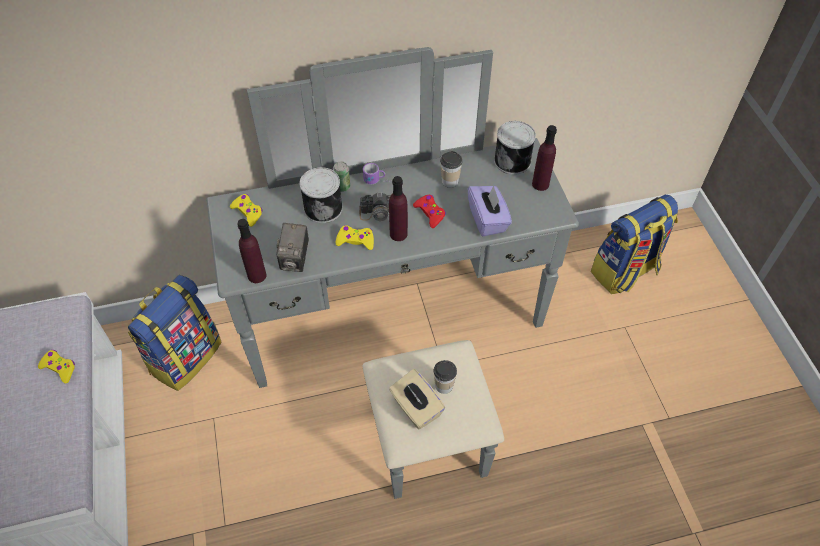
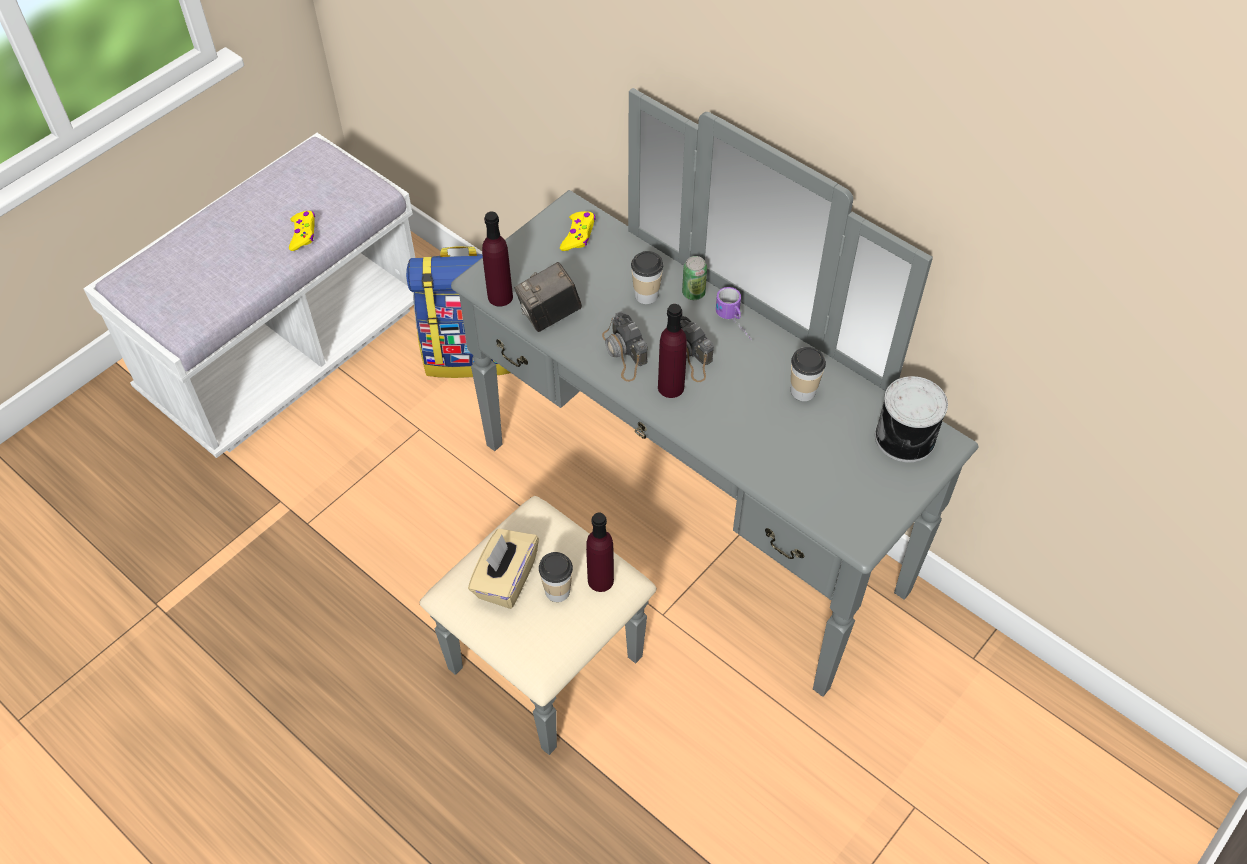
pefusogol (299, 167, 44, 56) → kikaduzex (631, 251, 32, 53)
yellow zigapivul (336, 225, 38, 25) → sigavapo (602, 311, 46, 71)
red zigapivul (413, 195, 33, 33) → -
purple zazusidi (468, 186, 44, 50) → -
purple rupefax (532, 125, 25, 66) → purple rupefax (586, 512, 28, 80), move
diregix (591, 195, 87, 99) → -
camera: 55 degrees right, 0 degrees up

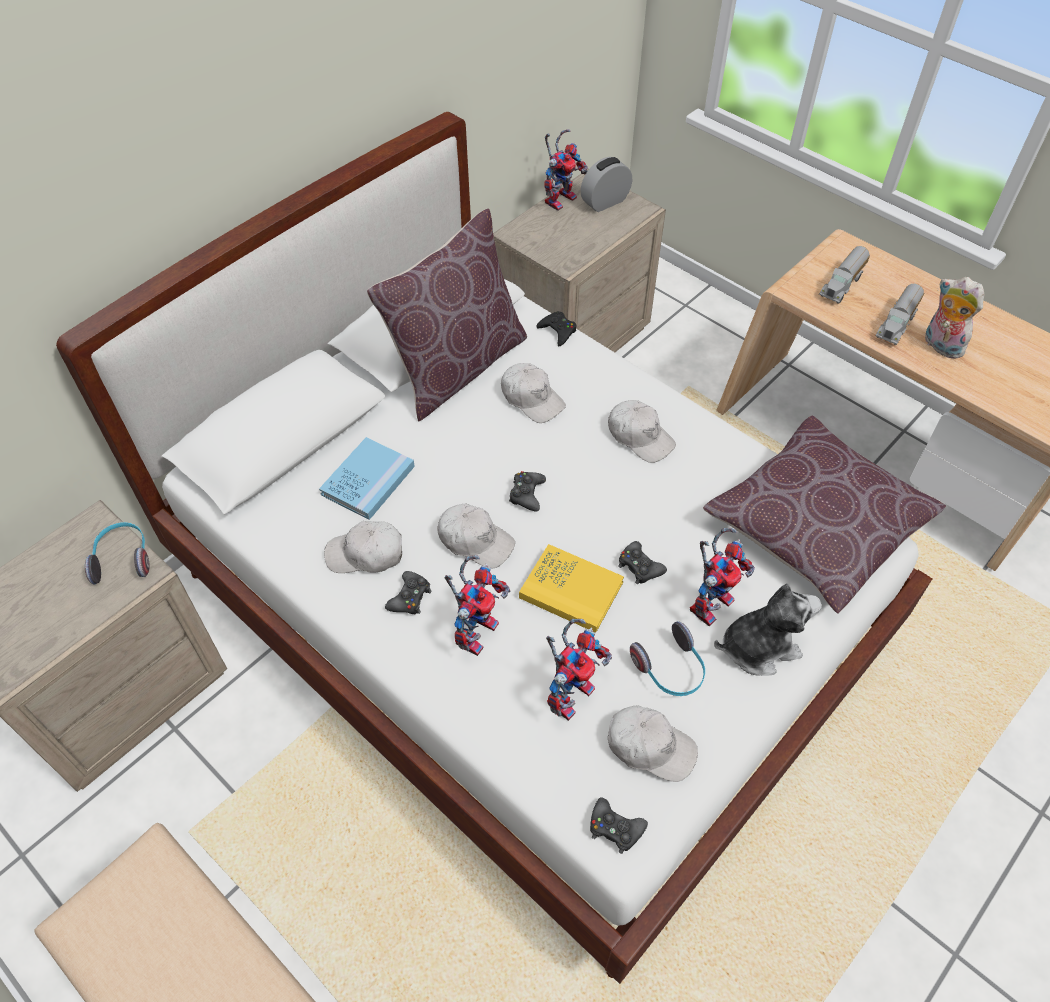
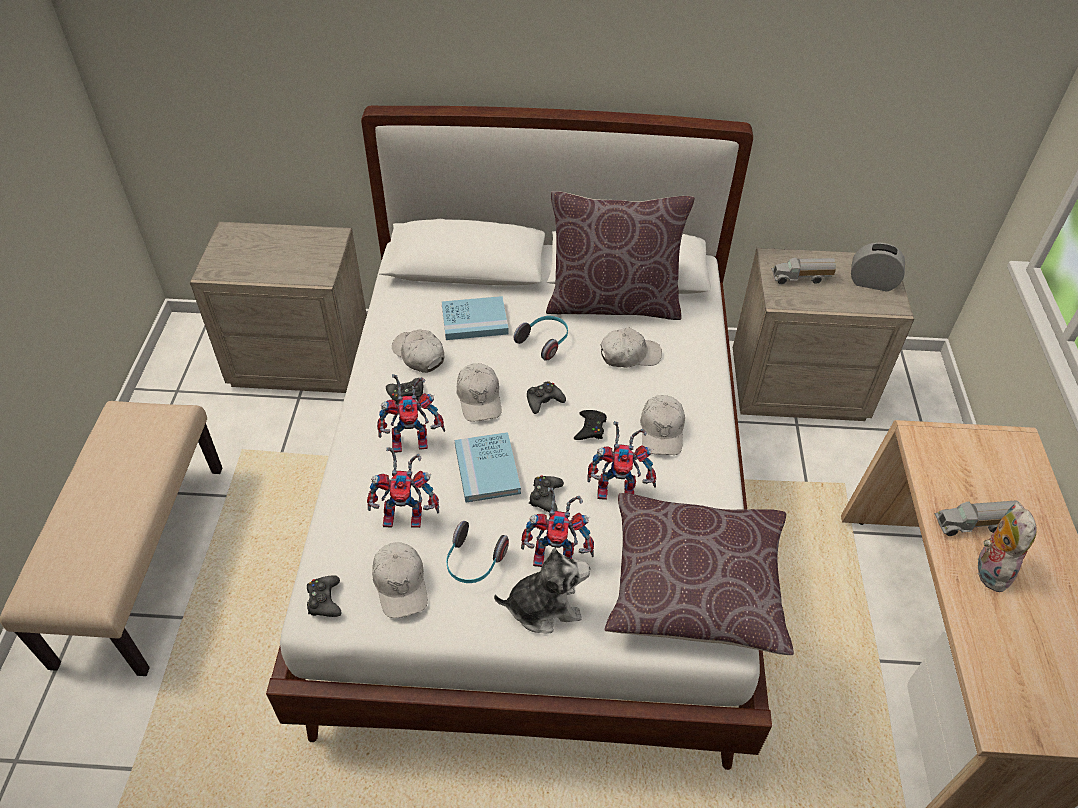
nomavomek (85, 522, 65, 62) → nomavomek (514, 316, 54, 45), move
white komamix (501, 363, 65, 60) → white komamix (601, 328, 61, 40), 105 degrees counterclockwise
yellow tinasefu (519, 544, 105, 89) → blue tinasefu (455, 432, 66, 71)
black zigapivul (536, 311, 40, 36) → black zigapivul (574, 410, 33, 30), move
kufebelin (544, 129, 44, 82) → kufebelin (587, 421, 69, 79), move
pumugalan (714, 584, 108, 92) → pumugalan (494, 548, 96, 85), 45 degrees counterclockwise
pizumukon (819, 246, 51, 58) → pizumukon (772, 258, 64, 26), move
camera: 50 degrees right, 5 degrees down

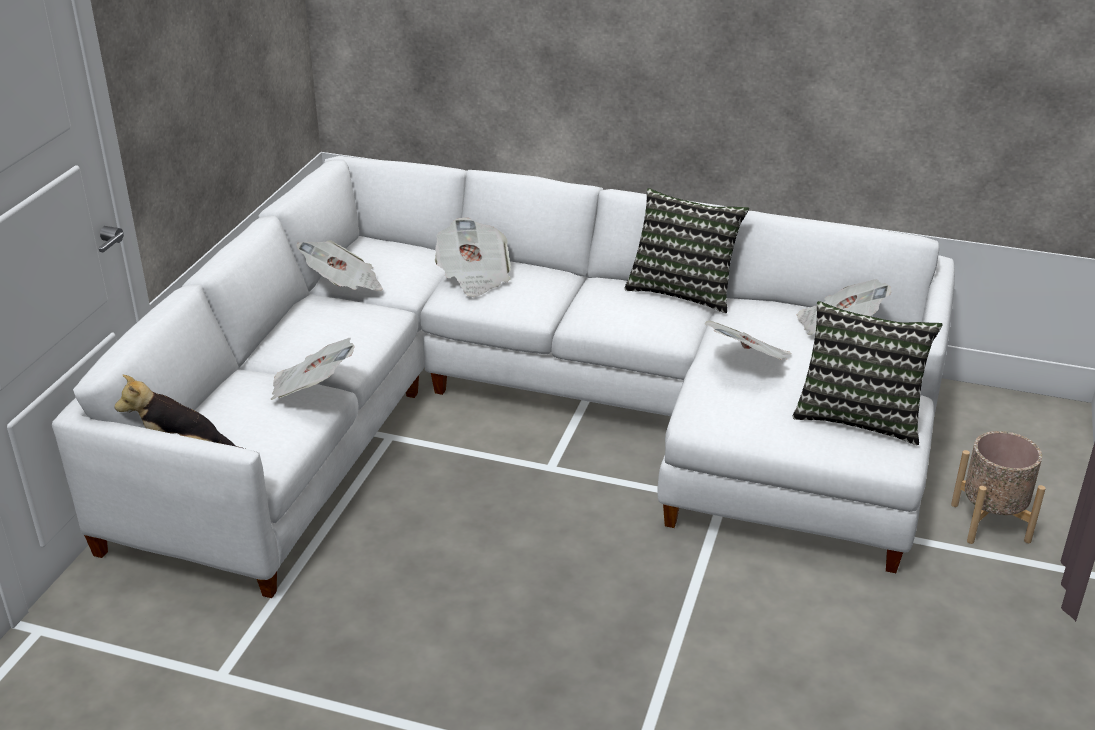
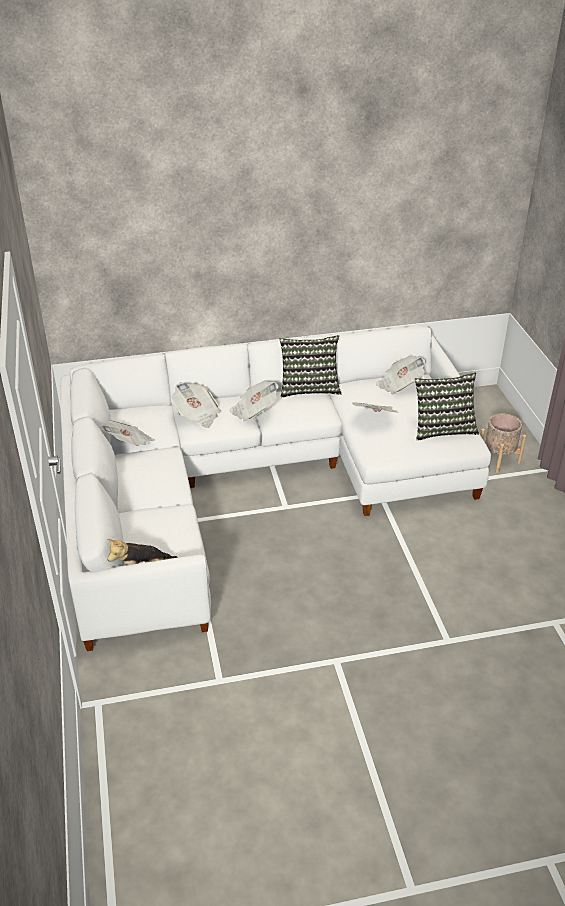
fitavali (271, 338, 84, 62) → fitavali (230, 380, 49, 42), move
camera: 30 degrees left, 5 degrees up

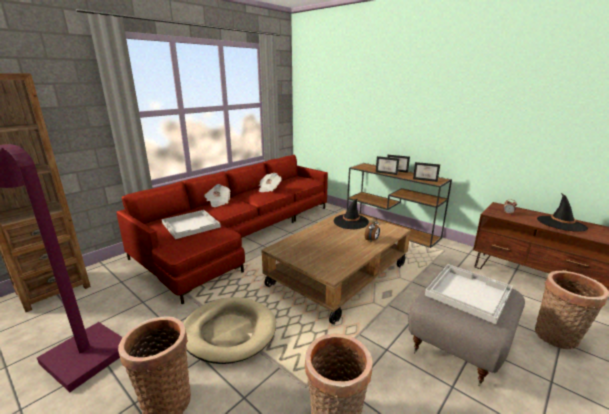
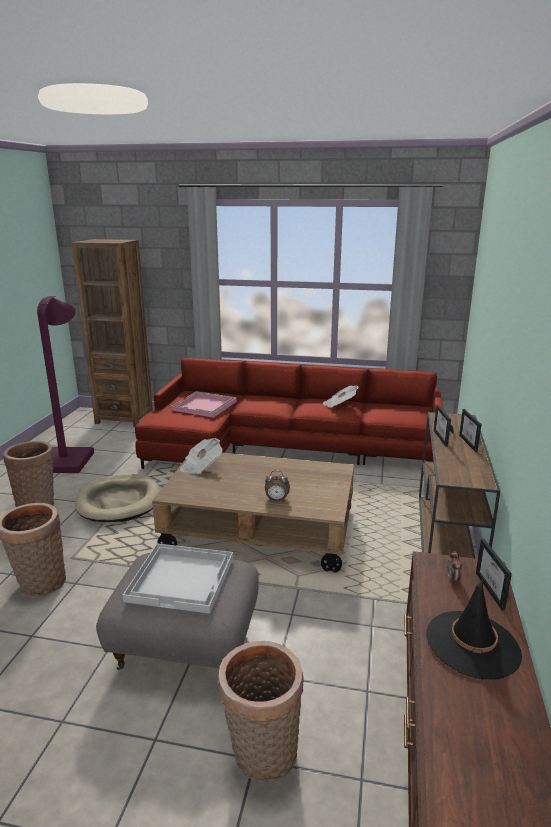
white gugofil (162, 210, 59, 29) → pink gugofil (171, 391, 66, 27)
fitavali (204, 184, 26, 23) → fitavali (180, 438, 43, 36), move
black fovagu (333, 199, 36, 30) → -
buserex (413, 162, 27, 20) → buserex (476, 539, 36, 71), move
camera: 60 degrees right, 0 degrees up

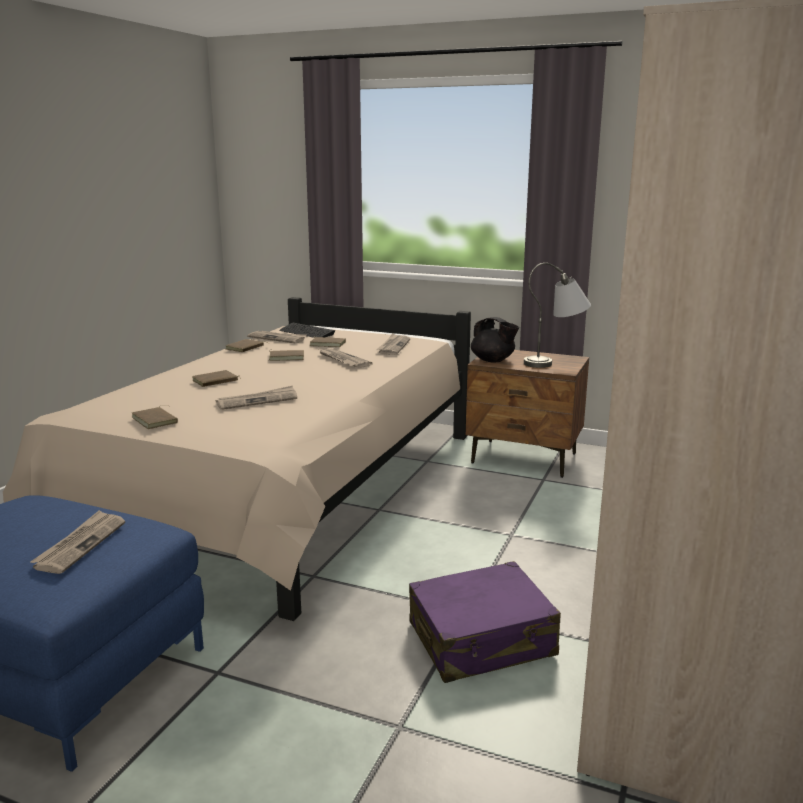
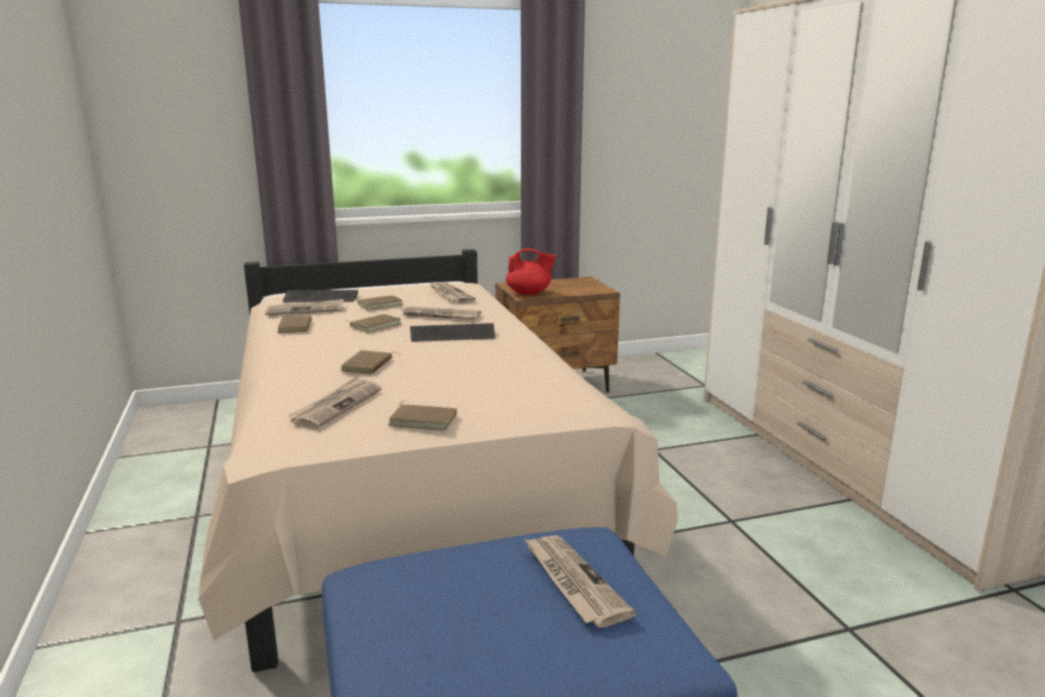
fitavali (216, 386, 81, 24) → fitavali (288, 376, 93, 53), move
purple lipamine (409, 561, 152, 122) → -
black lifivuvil (471, 317, 48, 45) → red lifivuvil (506, 248, 50, 47)
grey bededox (524, 263, 67, 105) → -
- → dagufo (410, 323, 85, 19)
camera: 40 degrees left, 0 degrees up

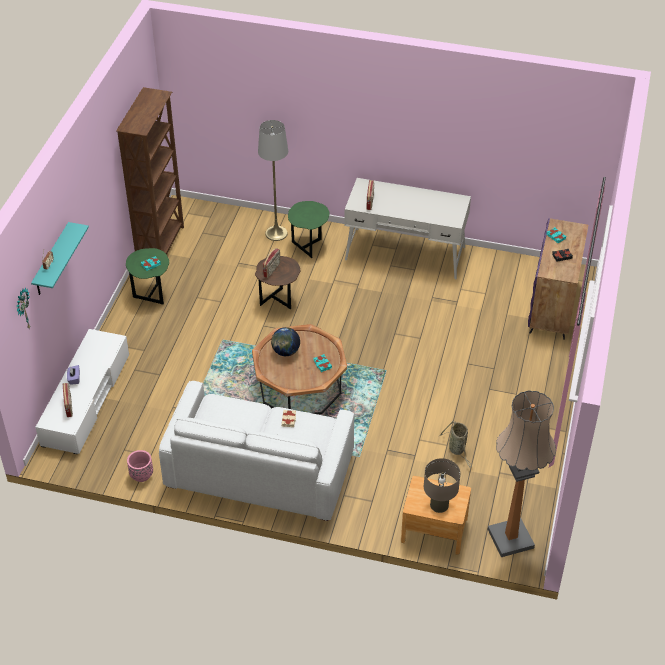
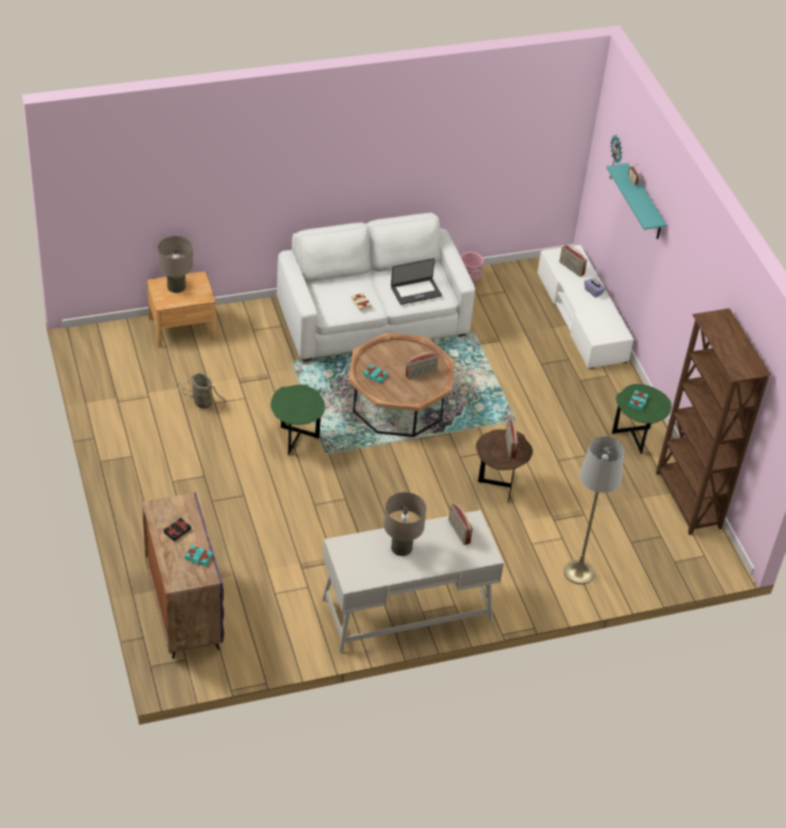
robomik (271, 327, 29, 29) → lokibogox (405, 352, 33, 27)
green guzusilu (288, 201, 42, 57) → green guzusilu (271, 385, 54, 70), move
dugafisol (488, 390, 68, 167) → -
- → beige bededox (384, 492, 42, 64)
- → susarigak (391, 258, 51, 47)
camera: 145 degrees right, 0 degrees up

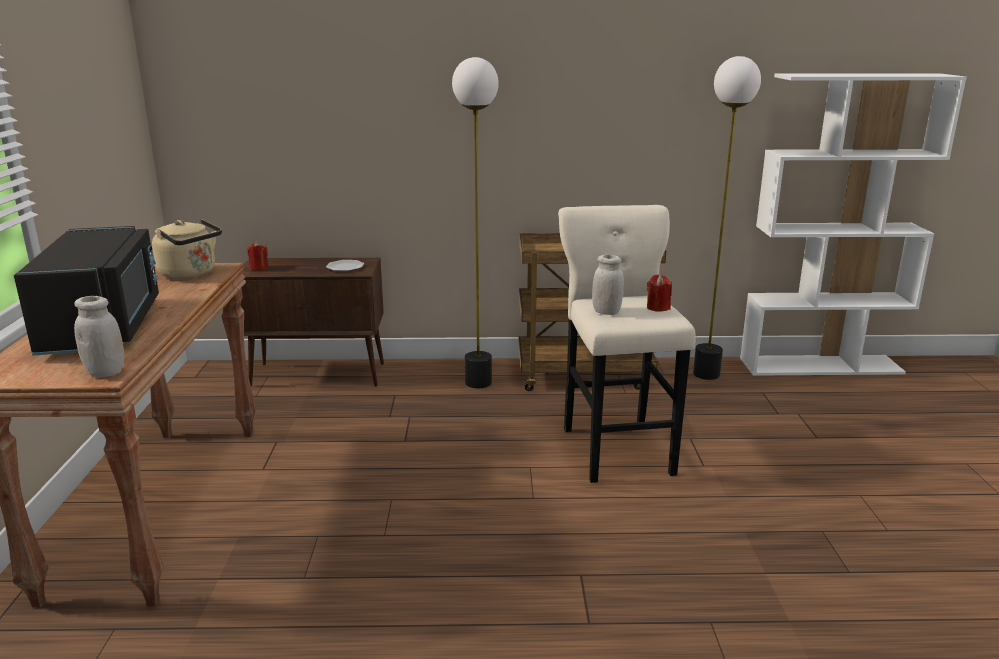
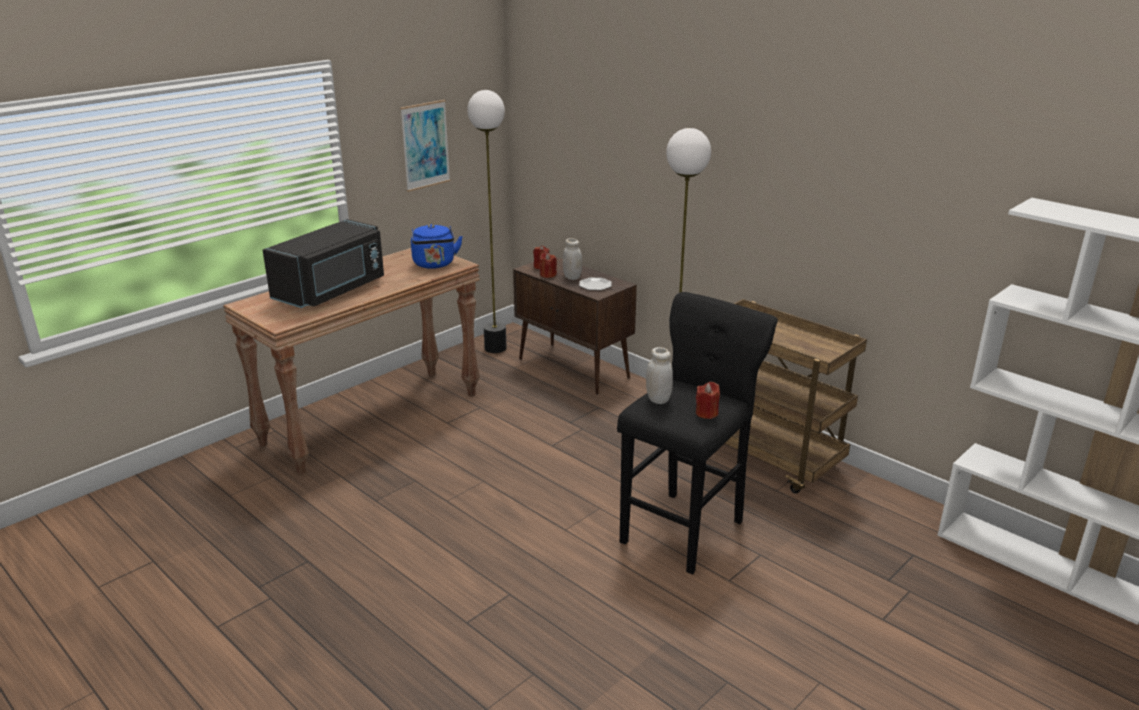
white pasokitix (74, 296, 50, 81) → white pasokitix (563, 238, 19, 42), move
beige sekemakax (152, 219, 70, 60) → blue sekemakax (411, 224, 52, 45)
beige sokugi (558, 205, 138, 278) → black sokugi (617, 292, 161, 282)
dugafisol (693, 56, 68, 324) → dugafisol (467, 90, 40, 263), move
- → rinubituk (400, 100, 50, 92)
- → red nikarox (540, 252, 17, 26)
camera: 45 degrees right, 5 degrees up

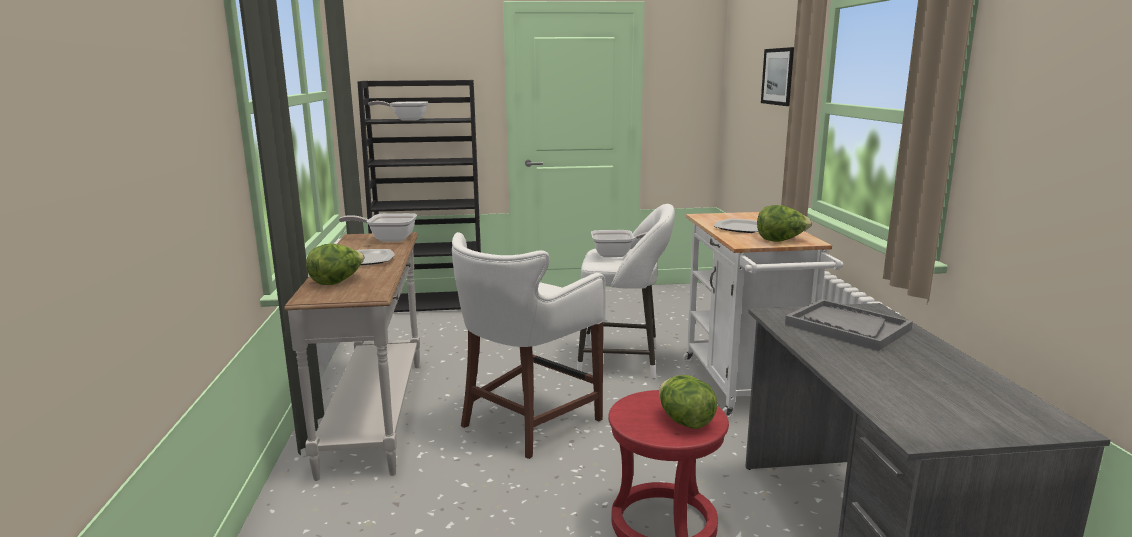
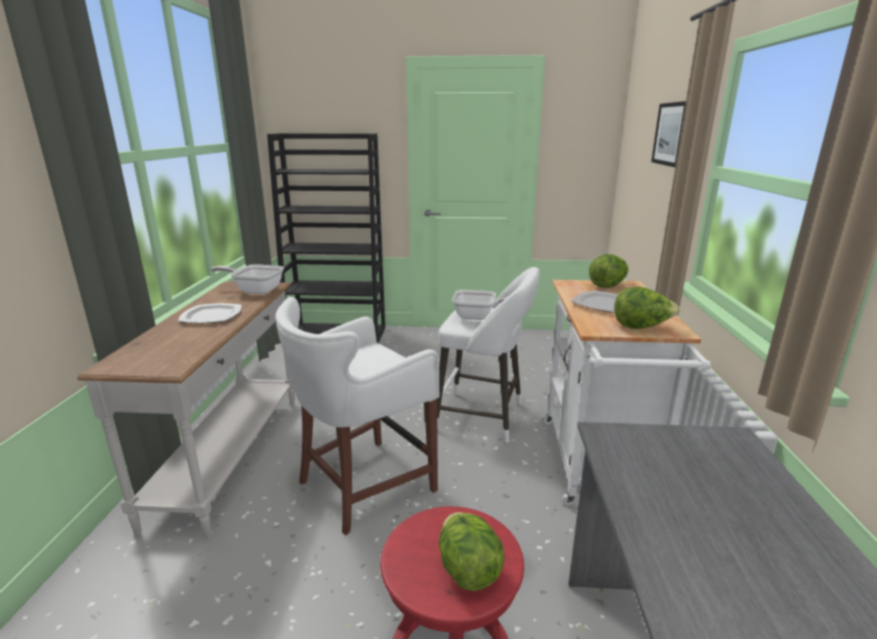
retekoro (306, 244, 59, 41) → retekoro (589, 254, 39, 34), move
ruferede (368, 101, 60, 20) → -
grey gugofil (785, 299, 128, 52) → -
camera: 10 degrees right, 5 degrees up

